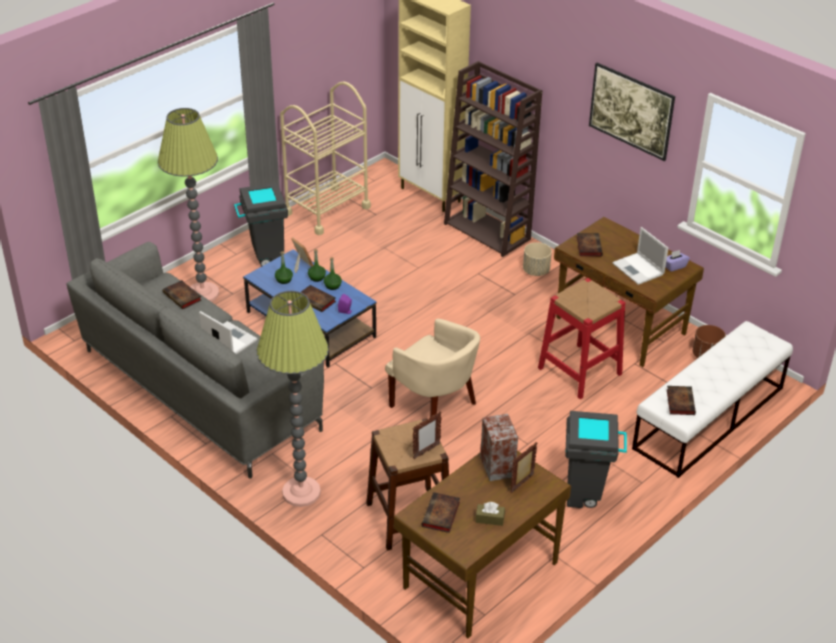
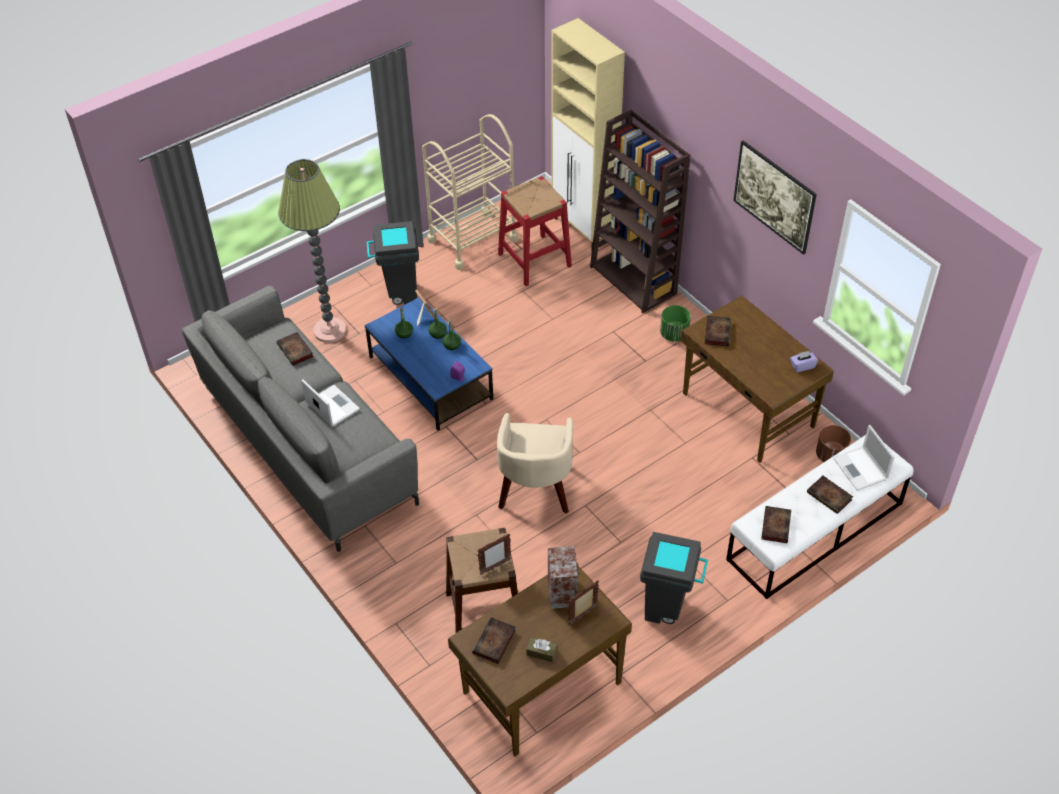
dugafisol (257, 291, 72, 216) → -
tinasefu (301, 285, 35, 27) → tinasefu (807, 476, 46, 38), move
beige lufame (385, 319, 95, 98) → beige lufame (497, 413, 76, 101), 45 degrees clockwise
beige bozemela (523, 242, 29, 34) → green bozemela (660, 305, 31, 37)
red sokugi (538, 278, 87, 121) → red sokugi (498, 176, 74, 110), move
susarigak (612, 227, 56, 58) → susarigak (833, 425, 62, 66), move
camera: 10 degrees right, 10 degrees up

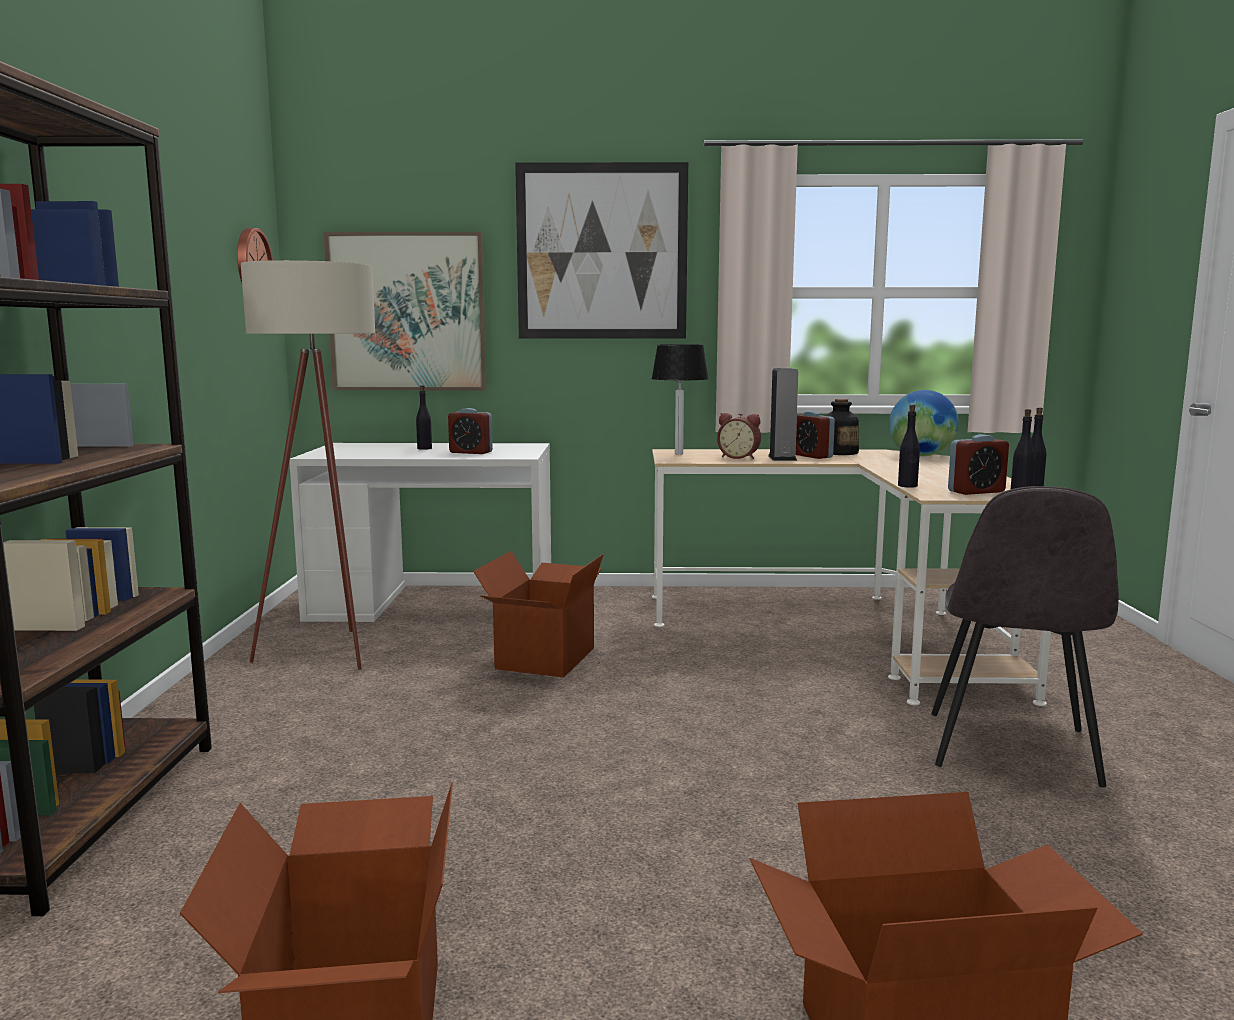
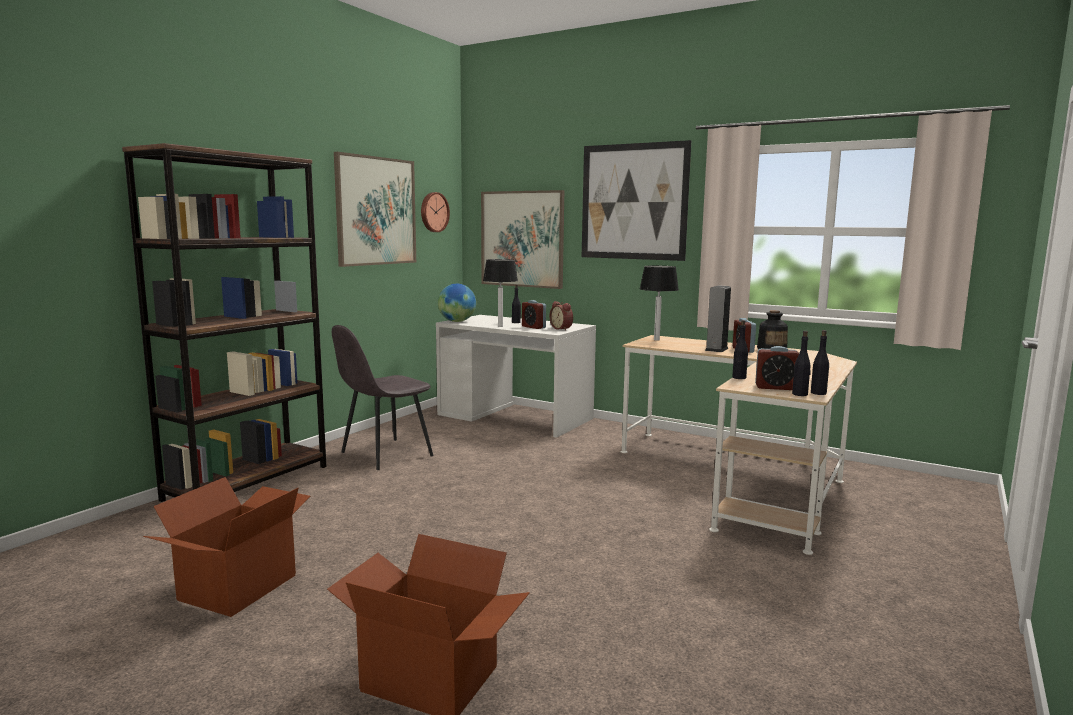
beige dugafisol (241, 260, 134, 410) → -
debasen (473, 551, 131, 127) → -
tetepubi (717, 413, 44, 46) → tetepubi (549, 301, 24, 29), move
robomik (889, 390, 70, 66) → robomik (438, 284, 38, 38), move
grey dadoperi (931, 486, 188, 301) → grey dadoperi (332, 325, 101, 145), move
- → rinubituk (334, 152, 82, 115)
- → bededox (483, 259, 35, 68)
camera: 30 degrees right, 0 degrees up

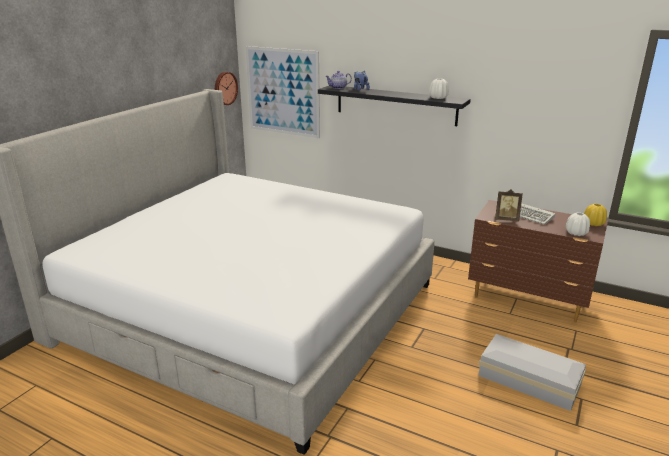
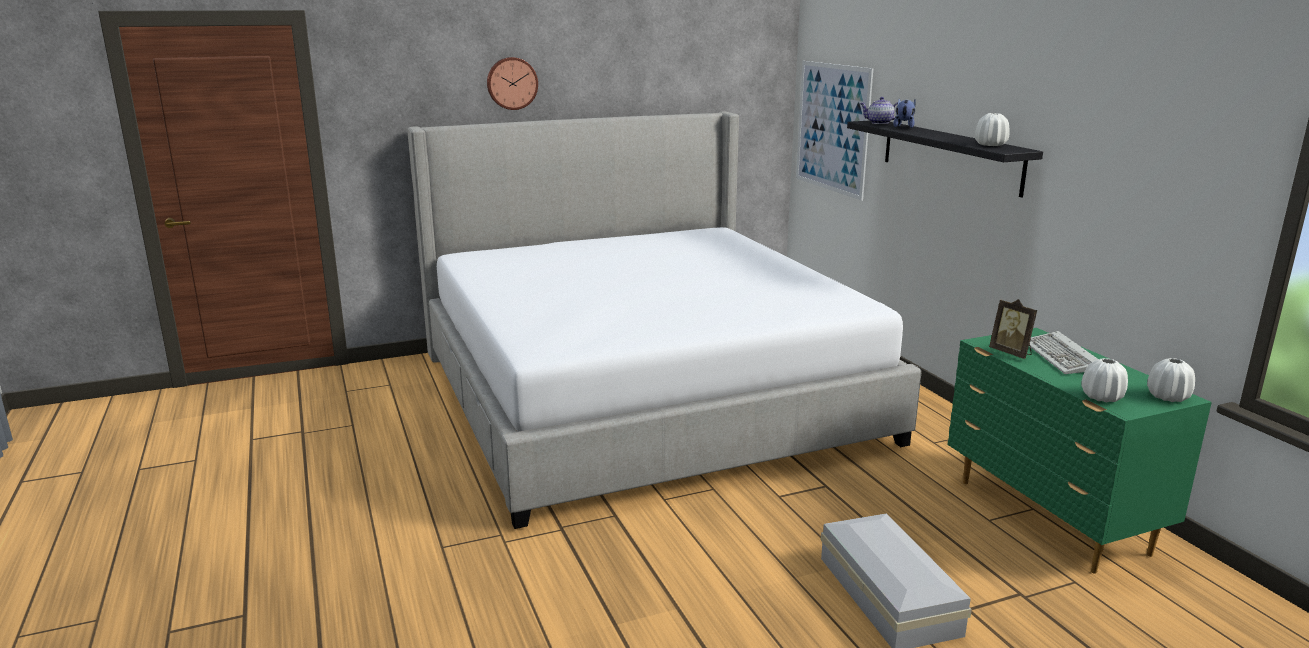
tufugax (215, 72, 23, 33) → tufugax (487, 57, 51, 53), move
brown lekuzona (468, 200, 140, 122) → green lekuzona (947, 328, 265, 246)
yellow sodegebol (584, 204, 23, 22) → white sodegebol (1147, 358, 48, 44)
camera: 40 degrees right, 5 degrees down

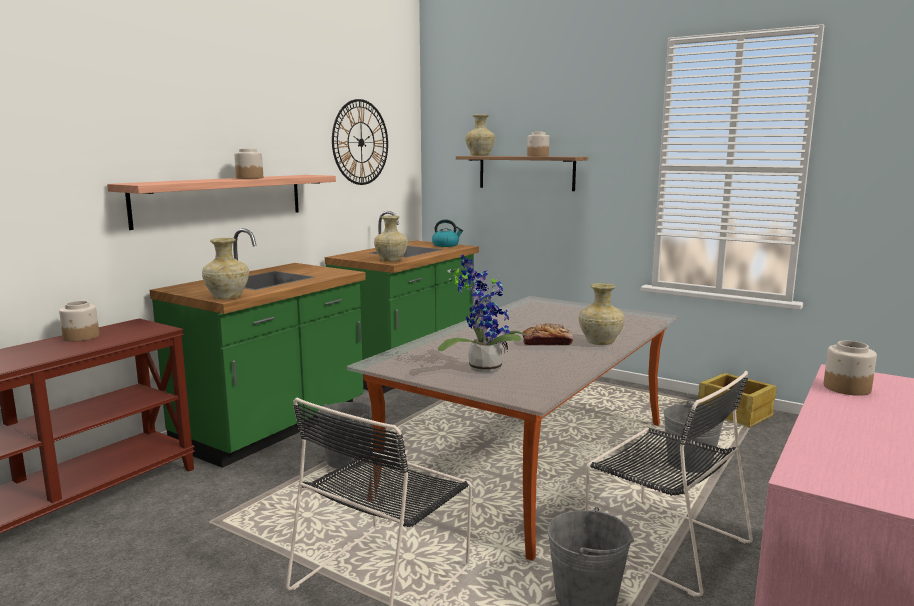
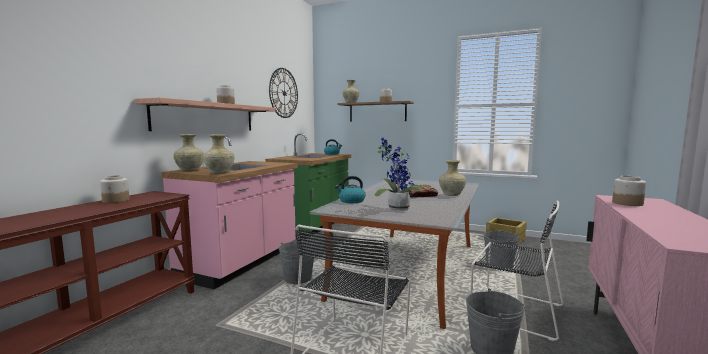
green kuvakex (149, 228, 217, 240) → pink kuvakex (161, 136, 137, 153)
beige sodegebol (374, 215, 34, 47) → beige sodegebol (173, 134, 31, 38), move
- → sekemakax (335, 176, 31, 27)
camera: 10 degrees left, 5 degrees down

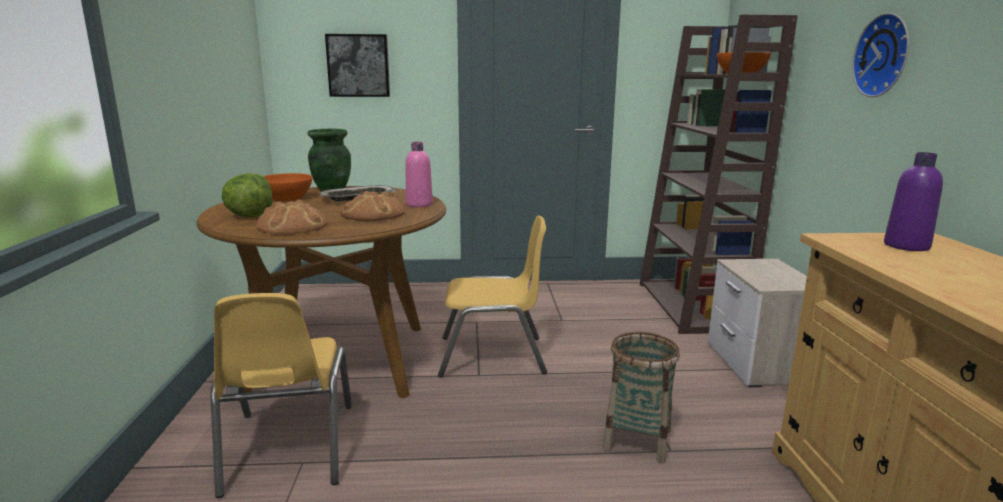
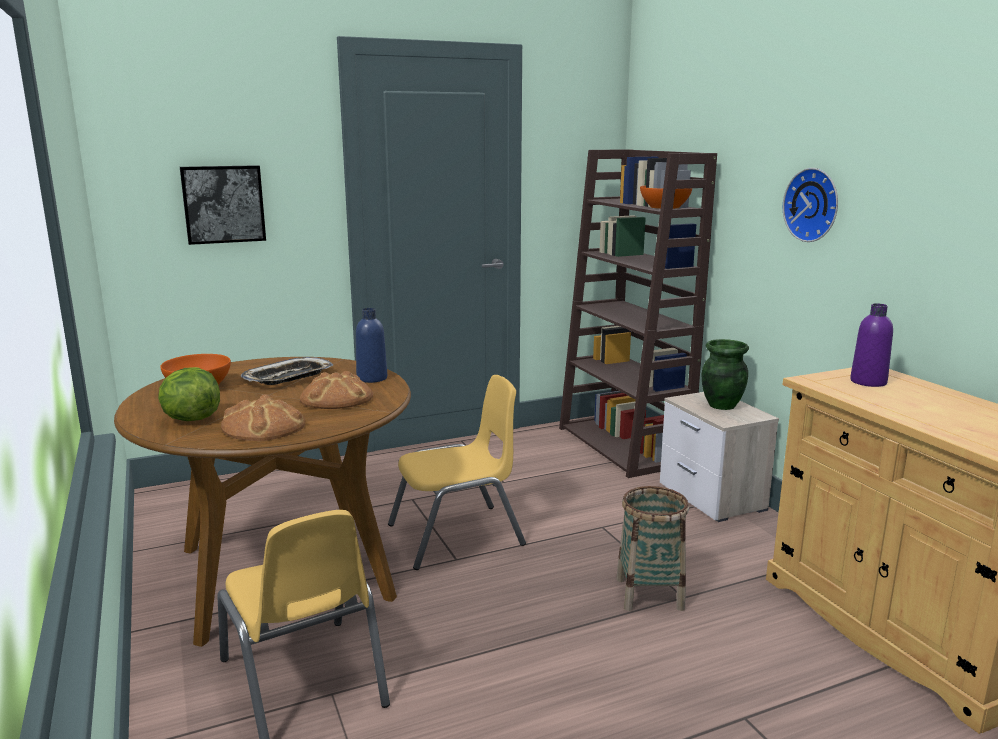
green sodegebol (308, 129, 43, 62) → green sodegebol (702, 339, 47, 71), move
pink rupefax (406, 142, 27, 65) → blue rupefax (356, 308, 31, 75)
camera: 20 degrees left, 0 degrees up

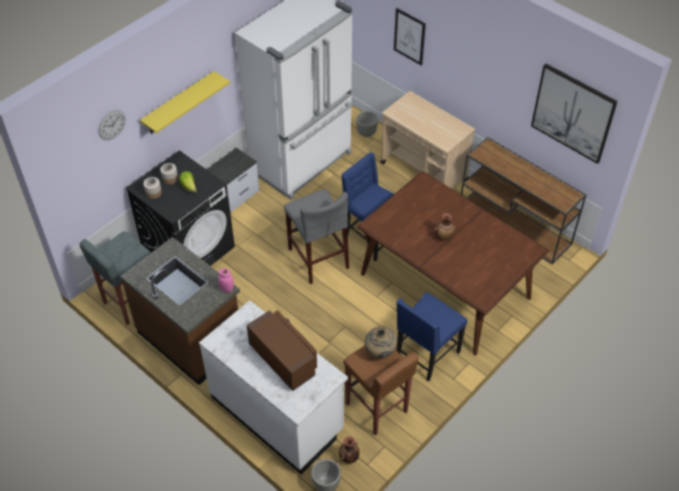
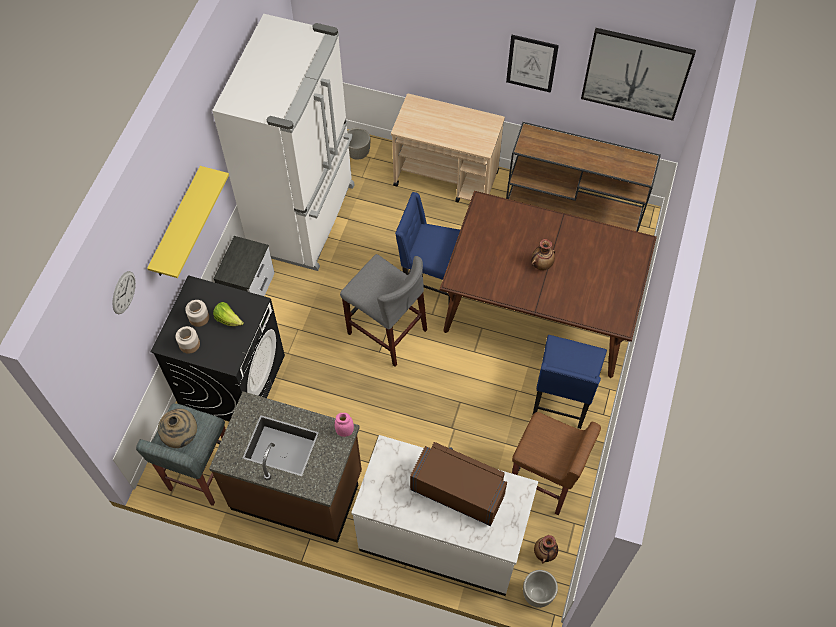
beige sodegebol (365, 327, 32, 31) → beige sodegebol (158, 409, 39, 39), move
rinubituk (394, 8, 32, 58) → rinubituk (506, 35, 53, 58), move
camera: 25 degrees left, 10 degrees up

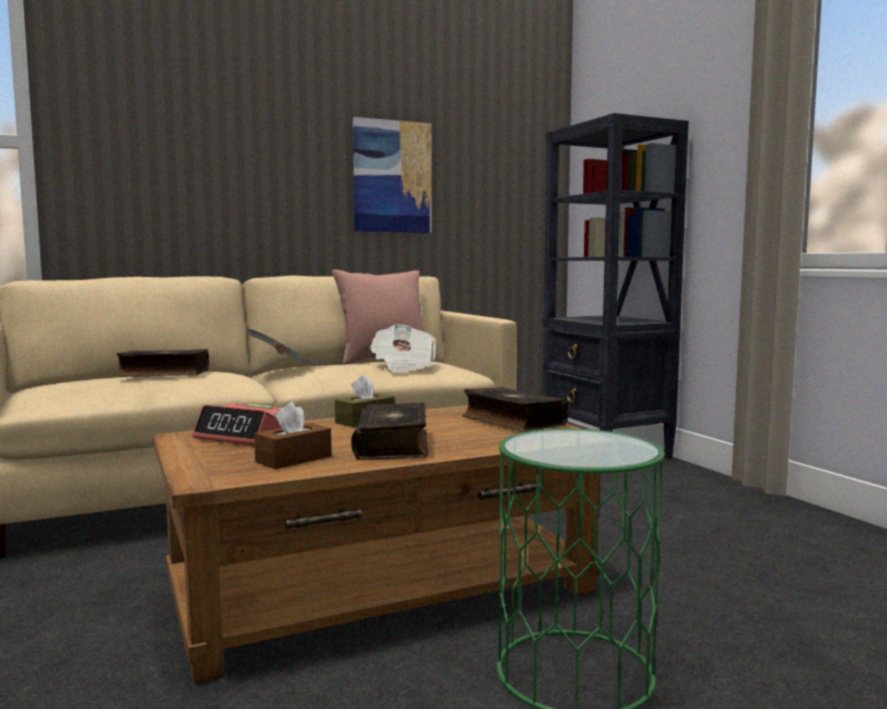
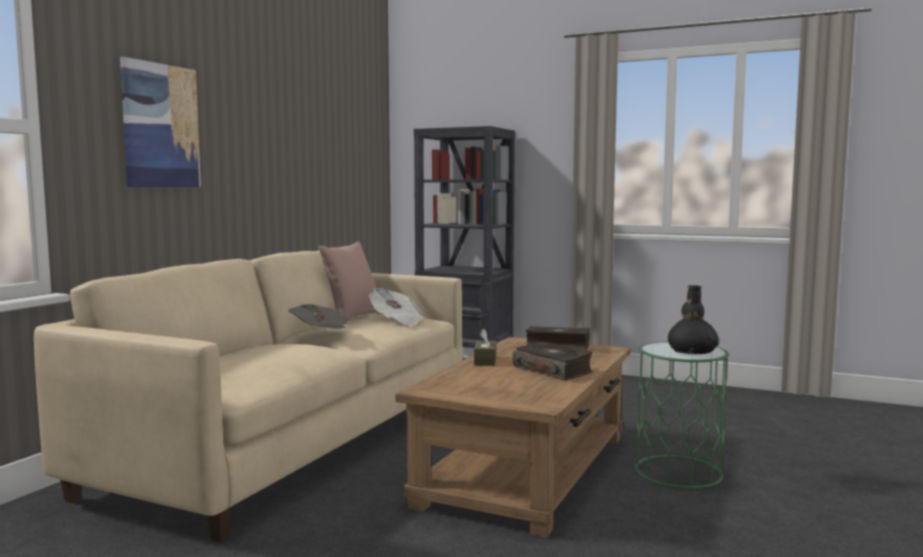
tinasefu (117, 349, 92, 28) → -
tetepubi (193, 403, 89, 43) → -
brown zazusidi (254, 402, 78, 67) → -
rinubituk (353, 117, 79, 116) → rinubituk (120, 57, 81, 130), move
- → black sodegebol (668, 285, 51, 69)
camera: 40 degrees left, 0 degrees up

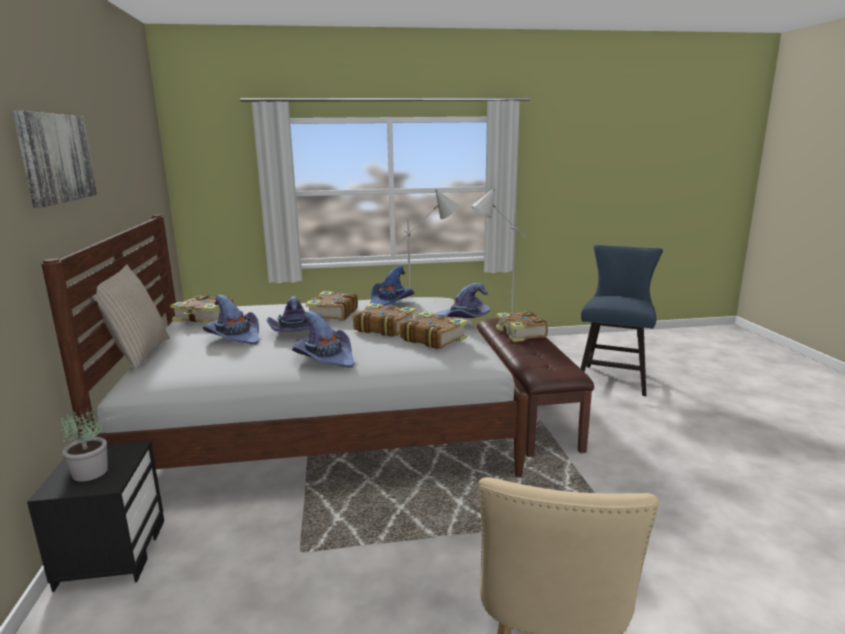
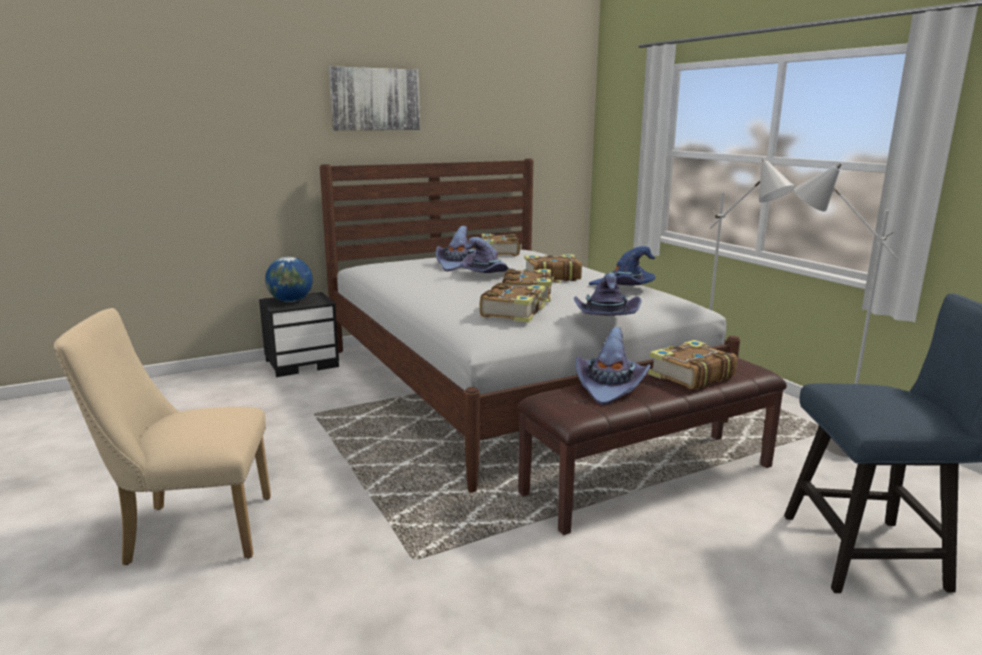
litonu (60, 409, 48, 73) → robomik (265, 257, 48, 45)
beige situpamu (90, 264, 80, 106) → -
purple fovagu (292, 311, 62, 57) → purple fovagu (575, 327, 76, 78), move
camera: 70 degrees right, 0 degrees up

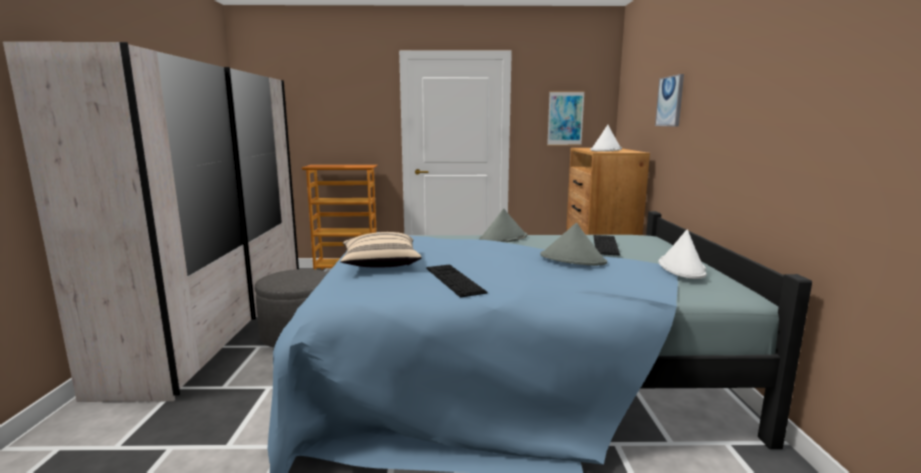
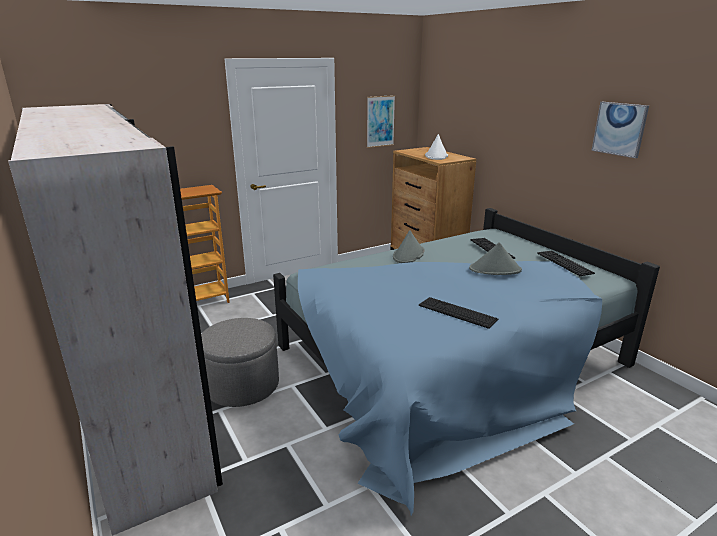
beige situpamu (340, 232, 82, 36) → -
rinubituk (655, 74, 29, 52) → rinubituk (591, 102, 58, 56), move
white fovagu (658, 230, 49, 49) → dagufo (537, 251, 58, 25)
camera: 30 degrees left, 10 degrees up

